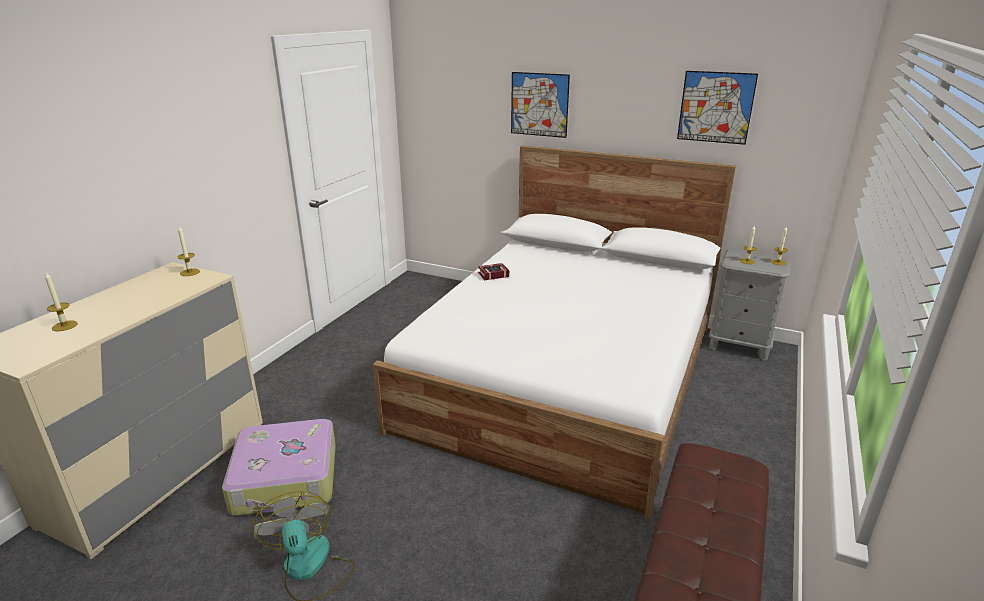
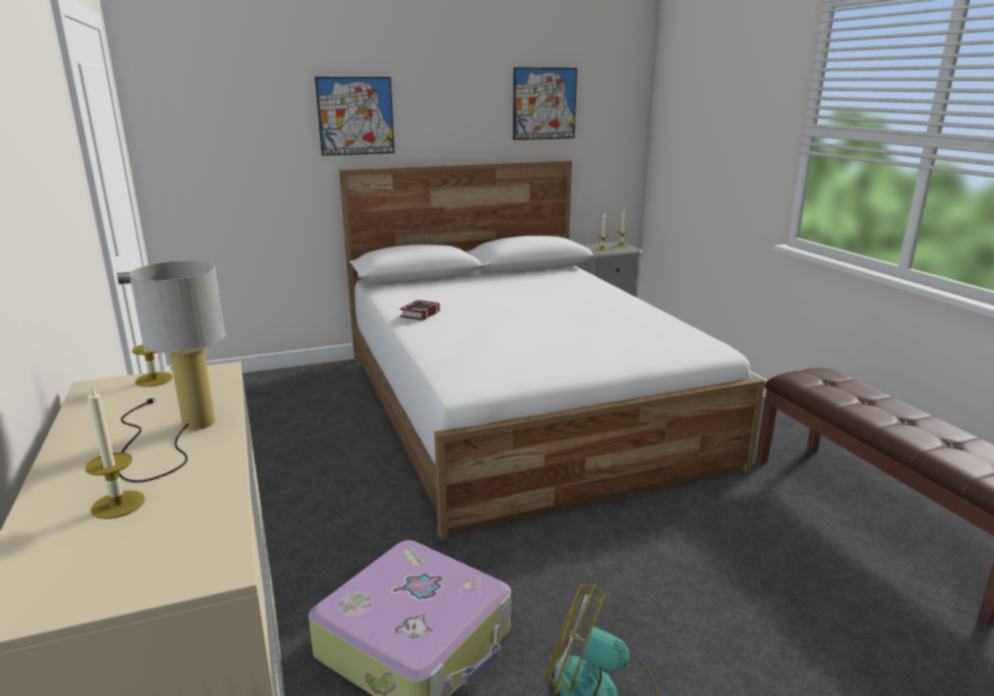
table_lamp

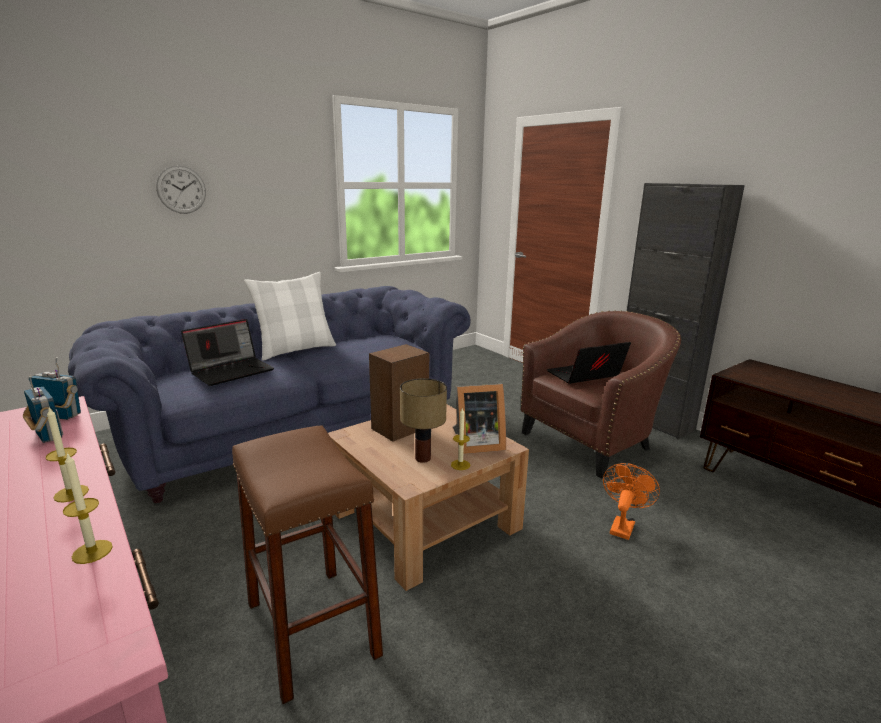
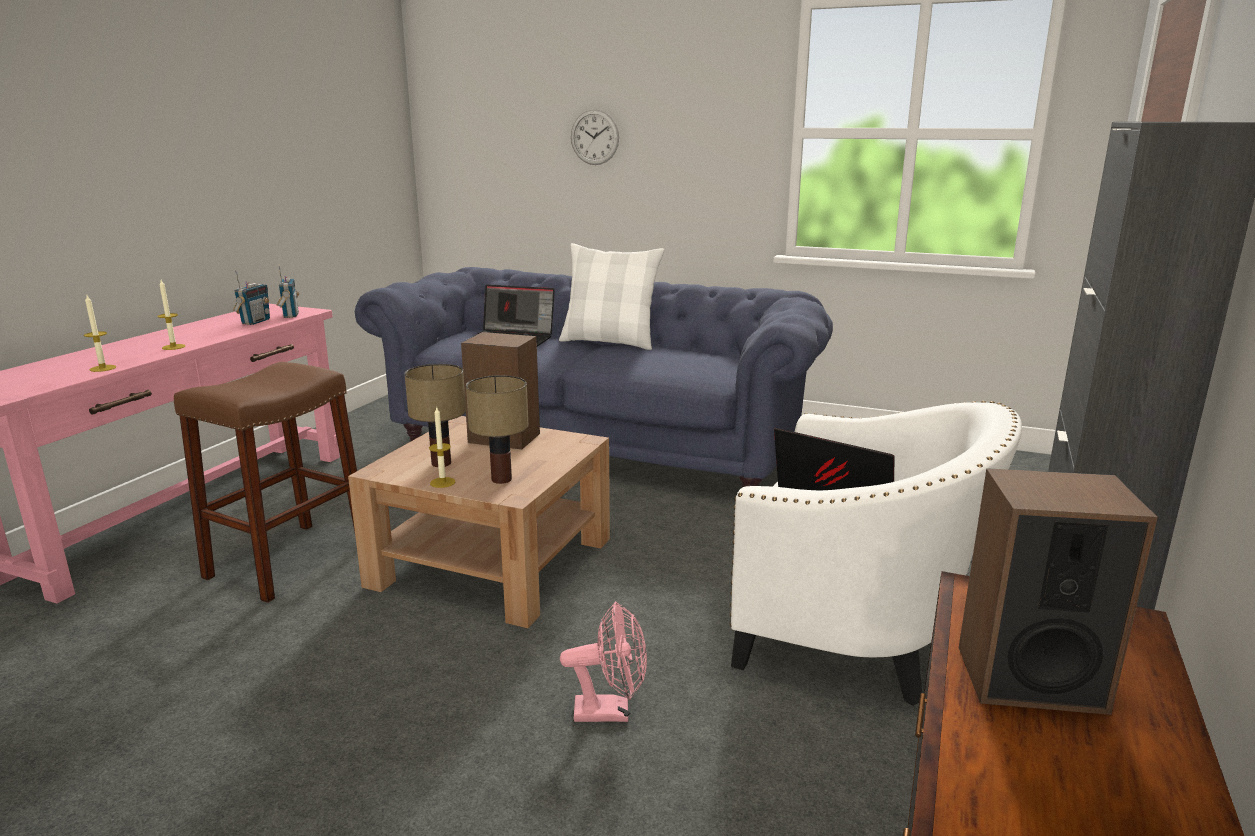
white-coloured_lounge_chair
table_lamp (2nd from left)
pink_cooling_fan
audio_speaker (2nd from left)

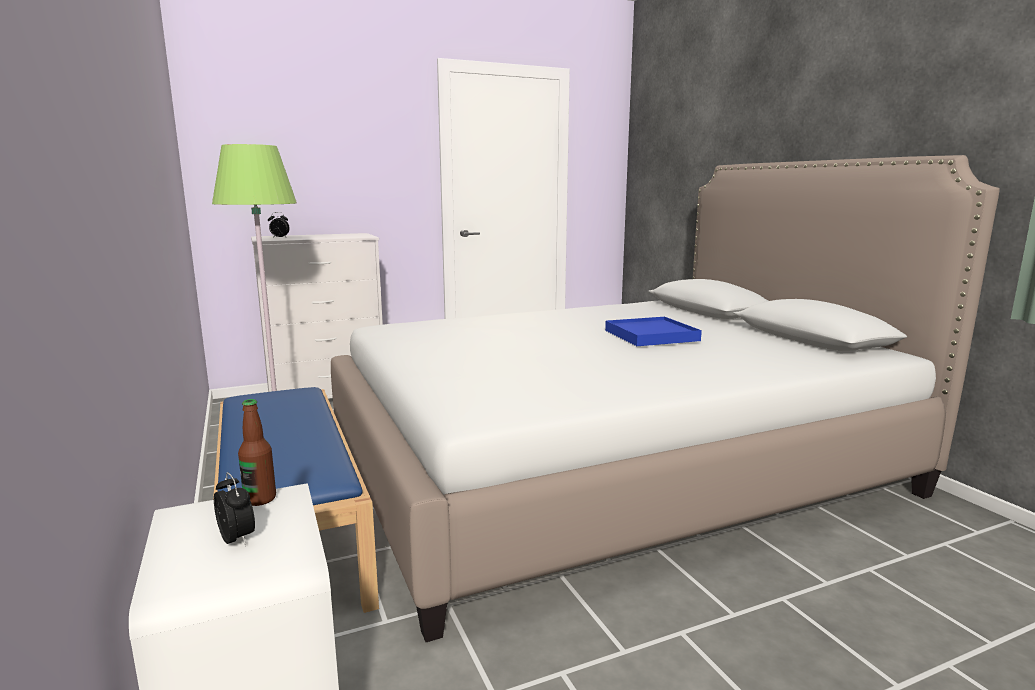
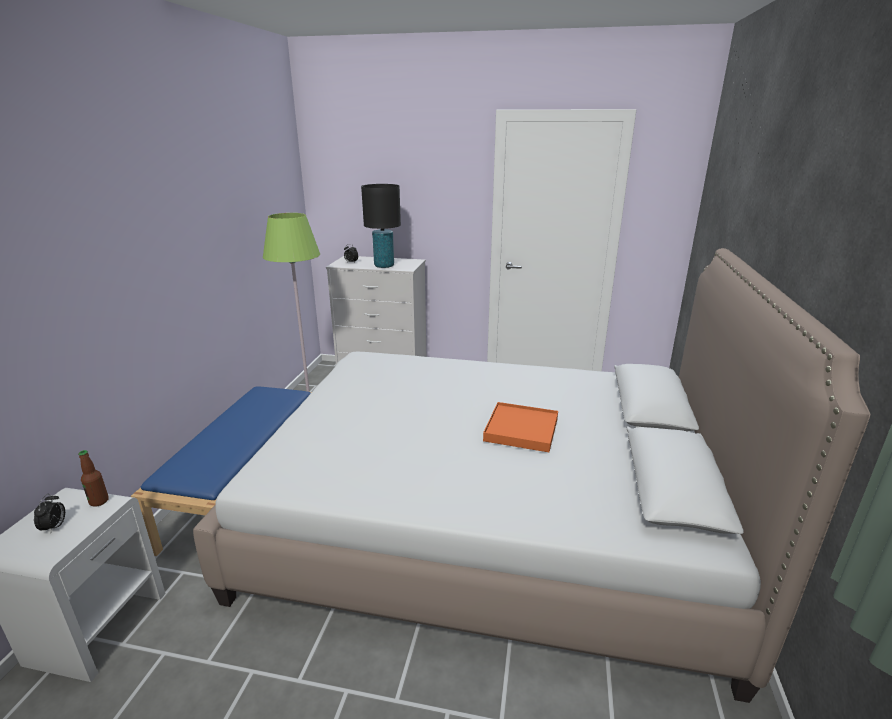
orangey_carrying_tray
black-coloured_table_lamp

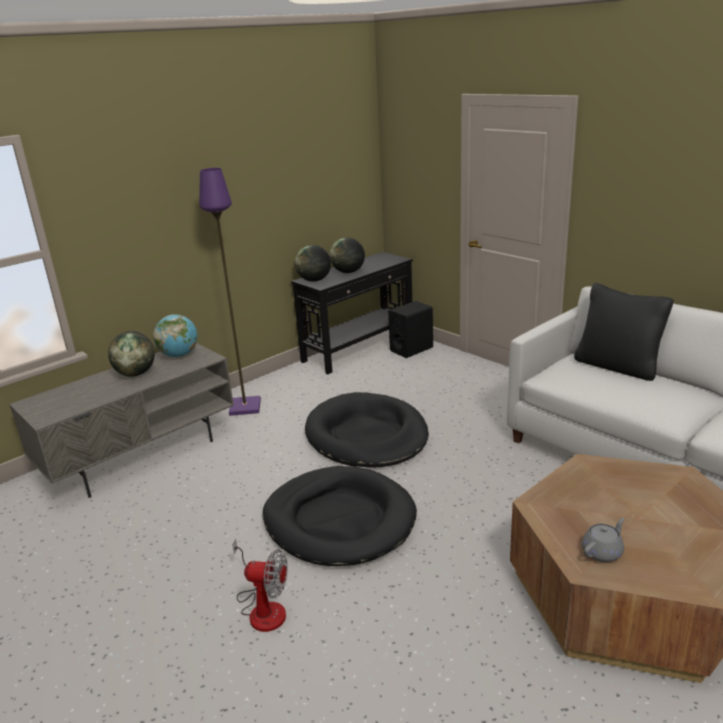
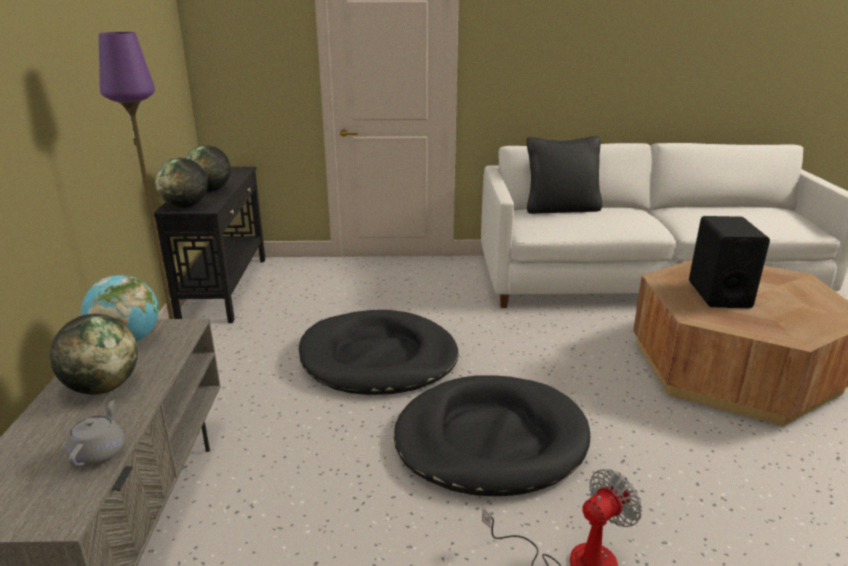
black-coloured_audio_speaker
gray_teapot

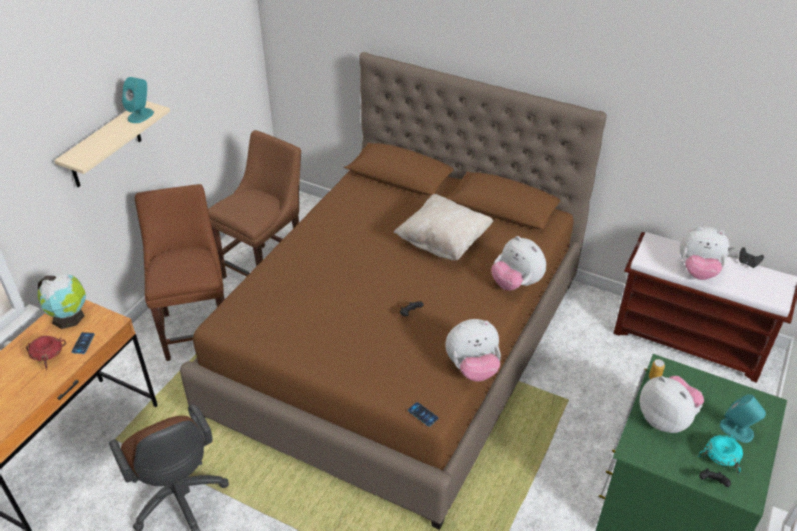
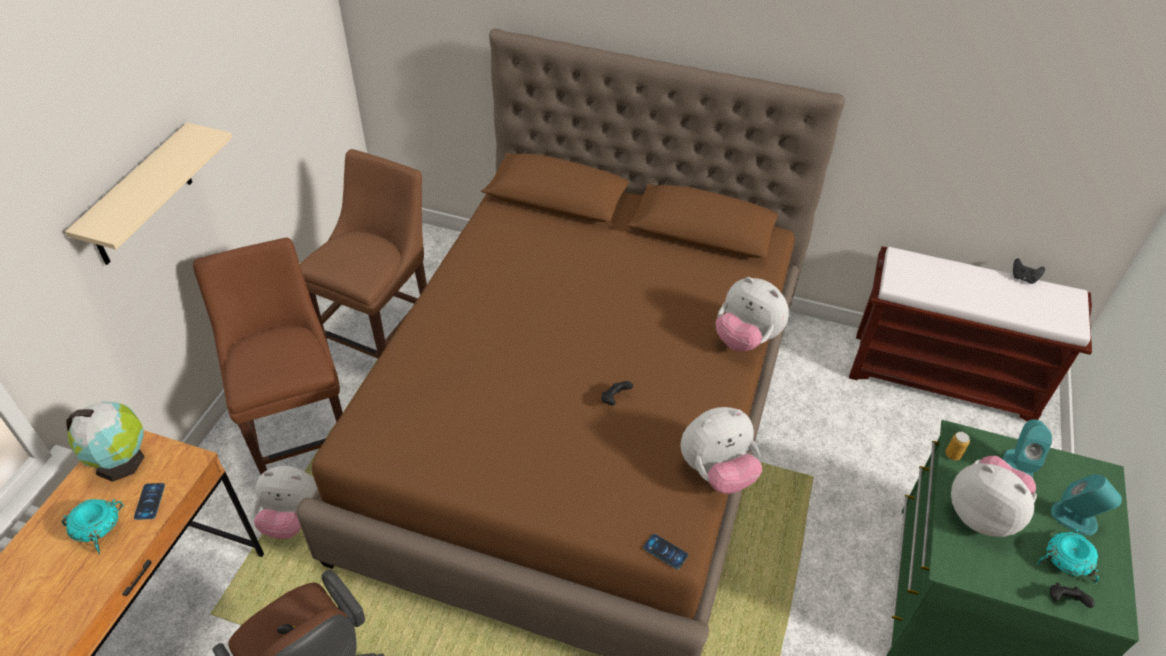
turquoise_audio_speaker (1st from left)
sand-coloured_pillow
soft_toy (1st from left)
turquoise_deep_dish (1st from left)

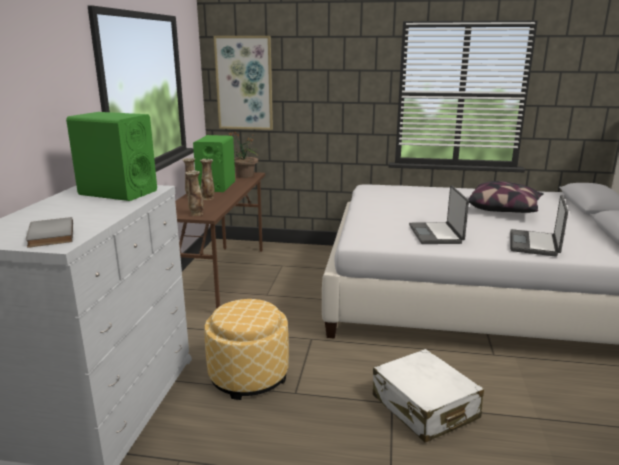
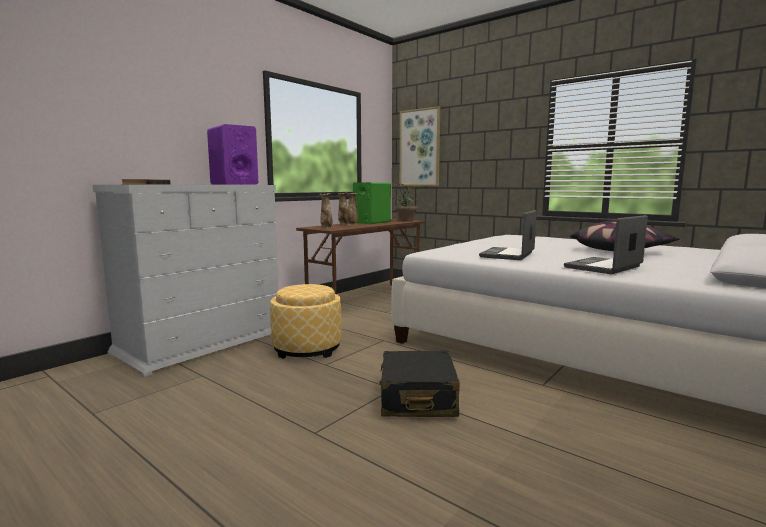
purple-coloured_audio_speaker
black-coloured_suitcase

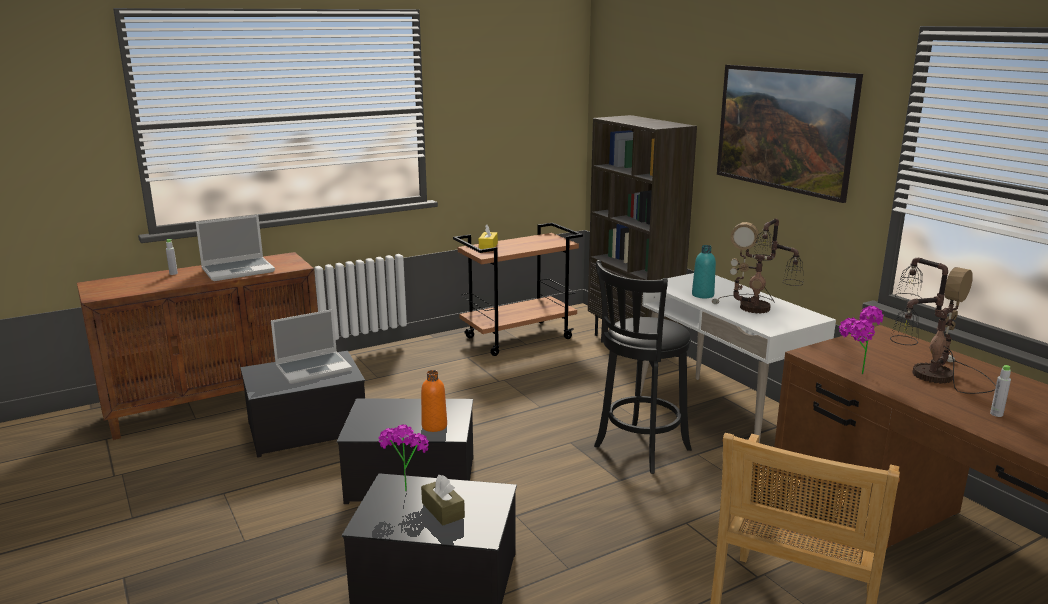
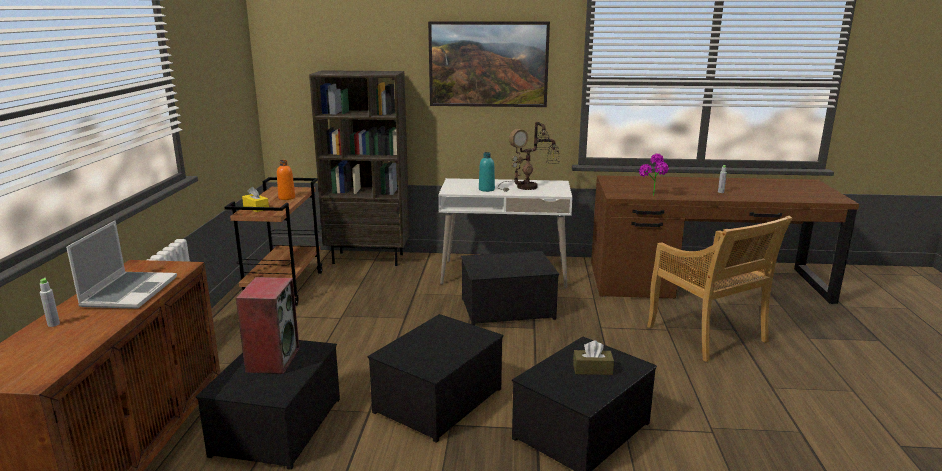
table_lamp (2nd from left in the first image)
storage_container (3rd from left)
audio_speaker
orangey_drink_bottle
potted_plant (1st from left in the first image)

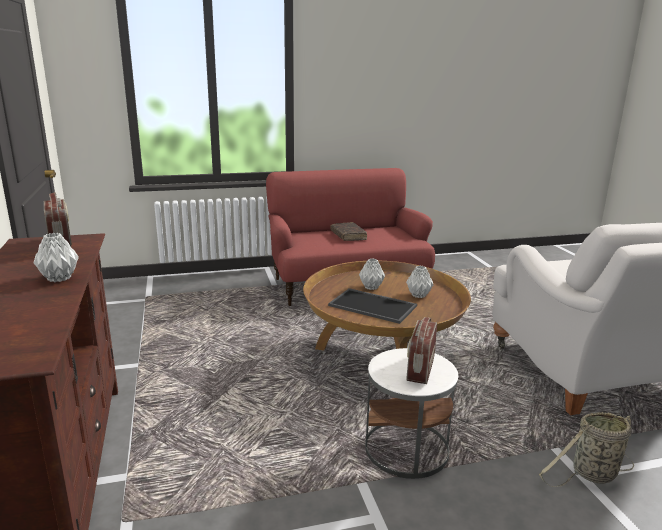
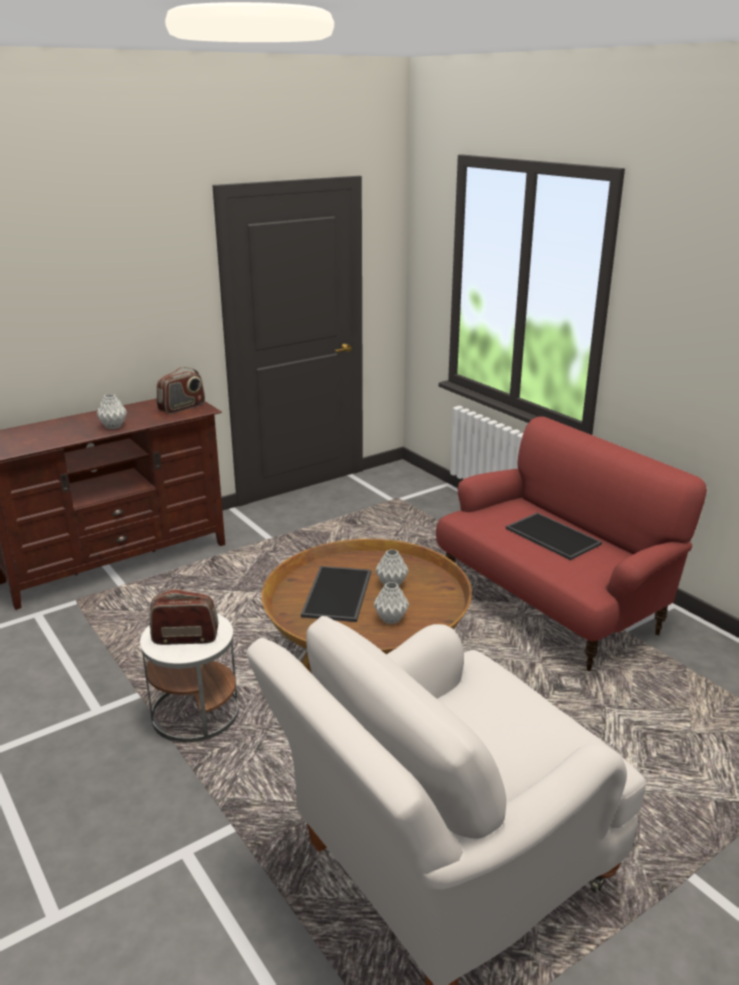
carrying_tray (2nd from left)
storage_basket

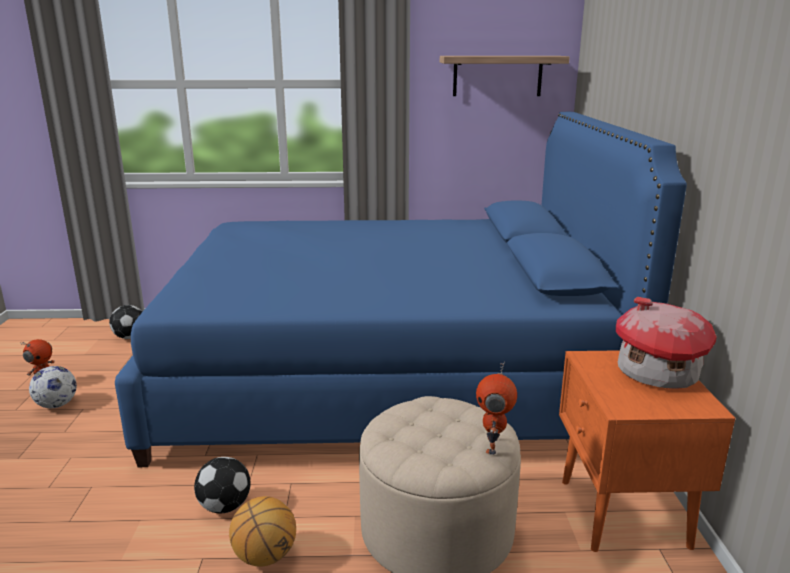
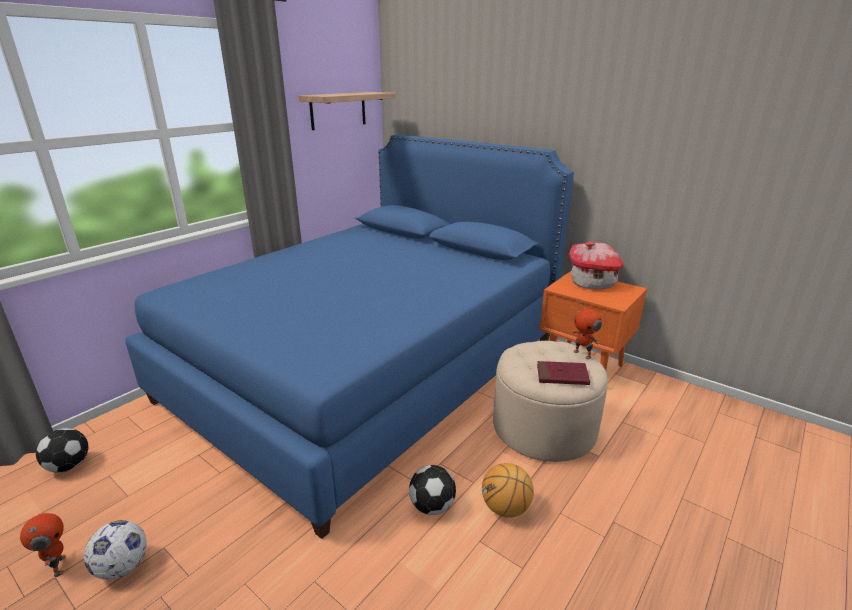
red-coloured_bound_book

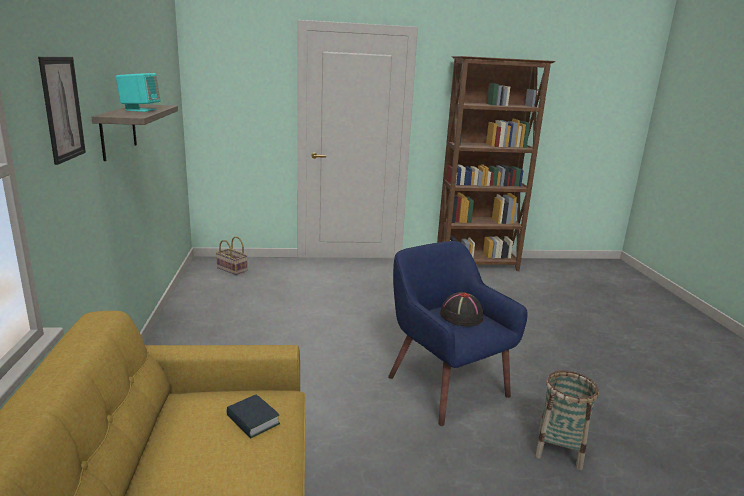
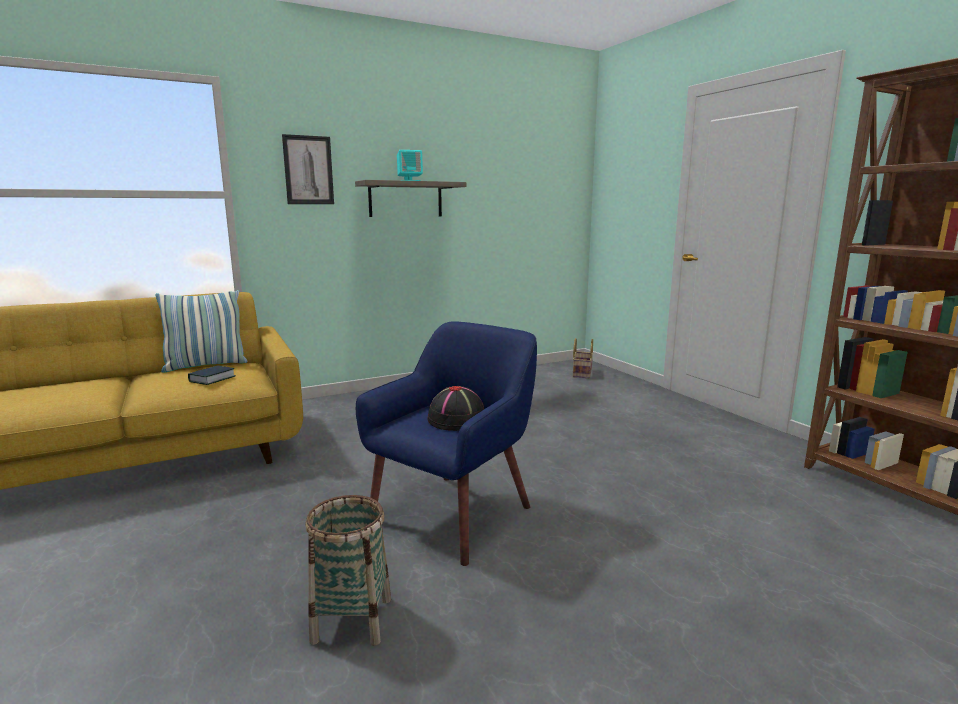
pillow

